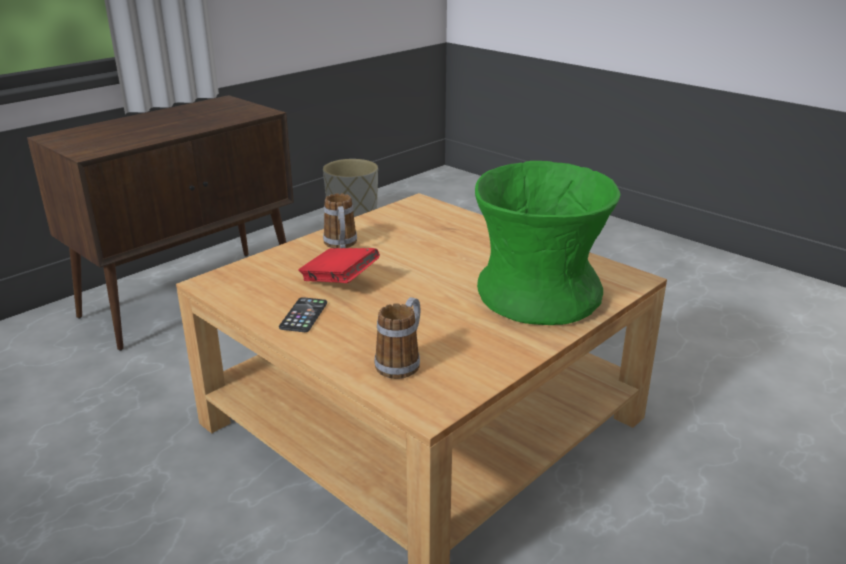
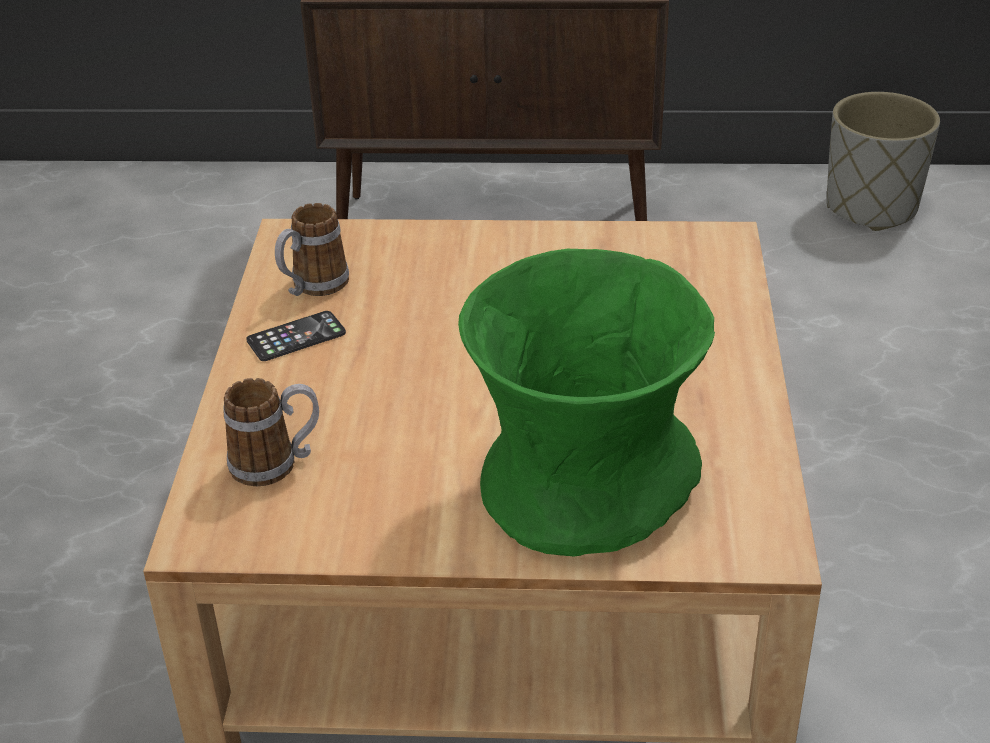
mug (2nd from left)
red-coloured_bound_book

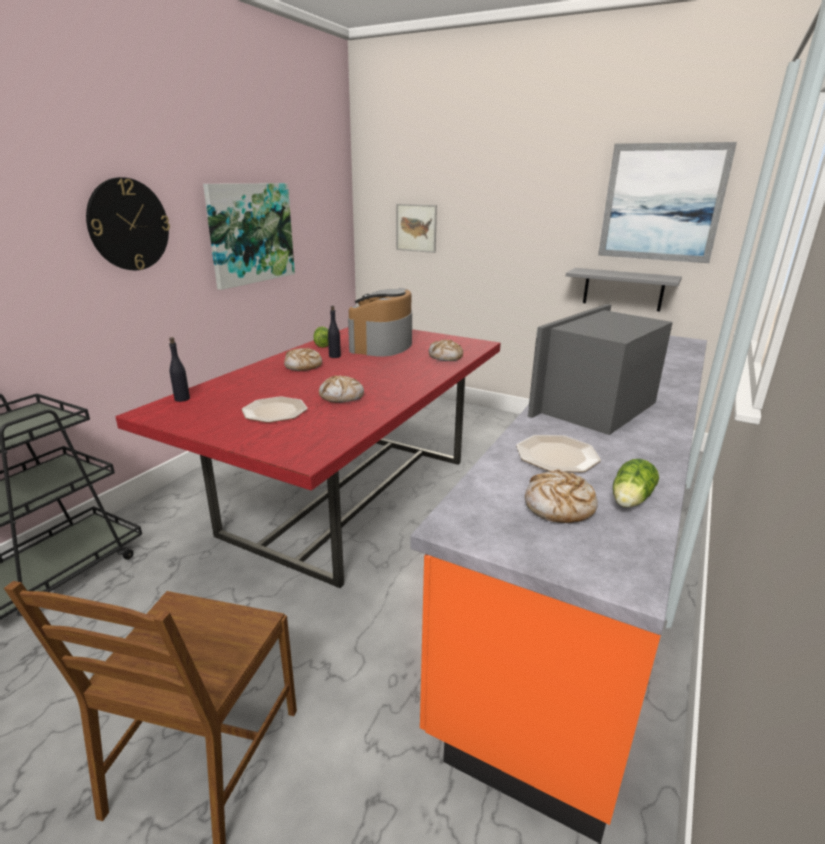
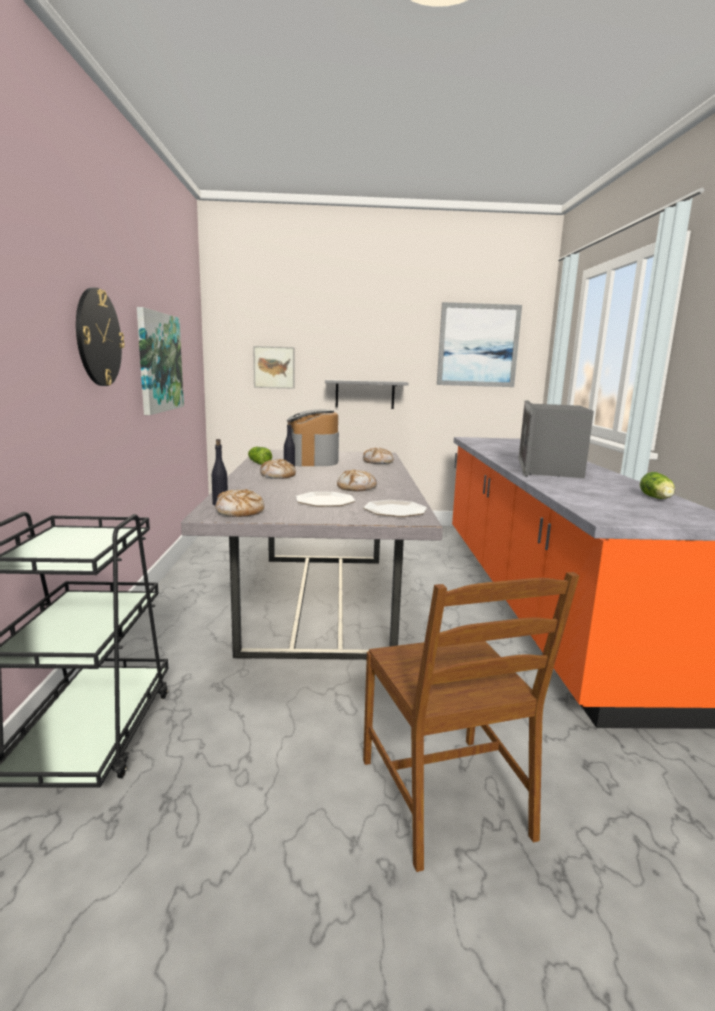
gray_bracket_shelf
gray_kitchen_table
flat_dish (2nd from left)
bakery_bread (1st from left)

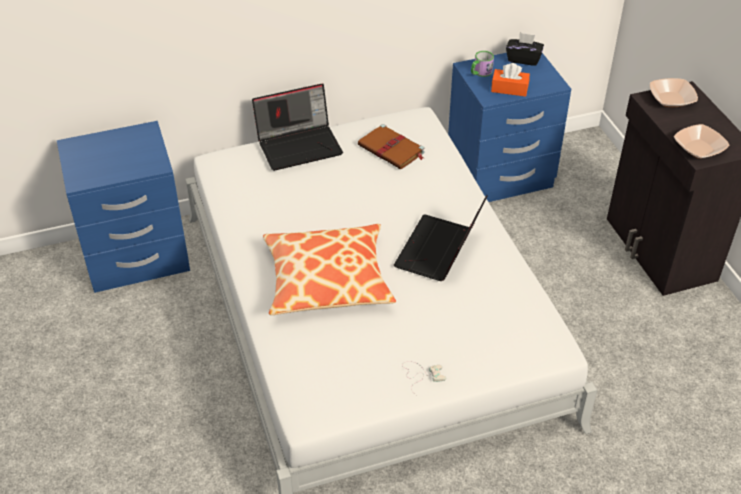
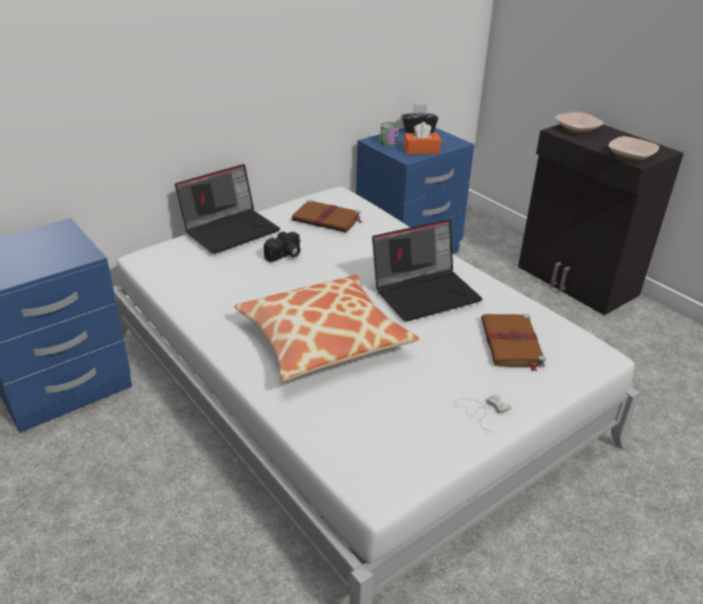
portable_computer (2nd from left)
still_camera
brownish_bound_book (2nd from left)

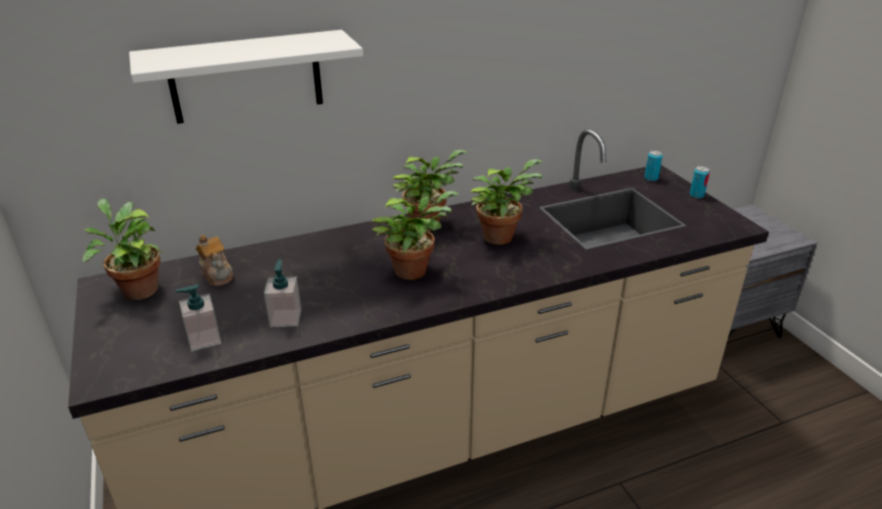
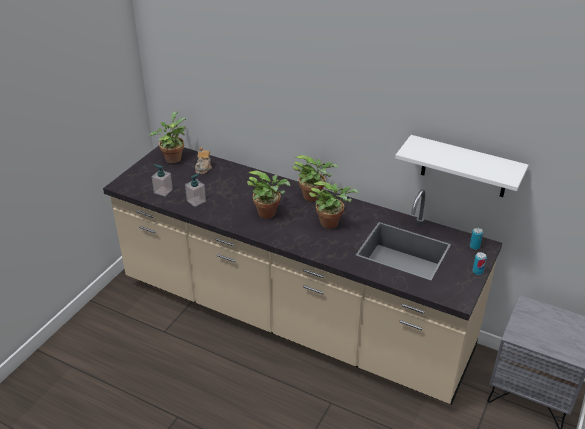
white-coloured_bracket_shelf

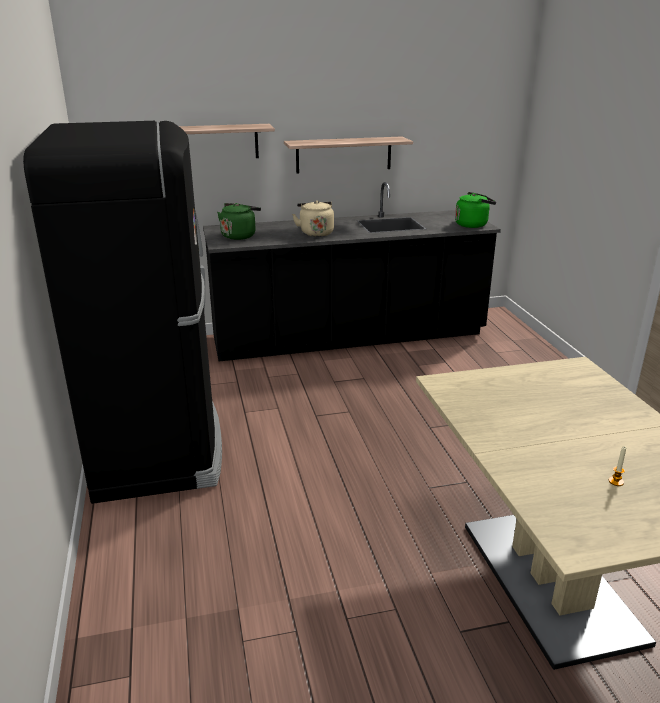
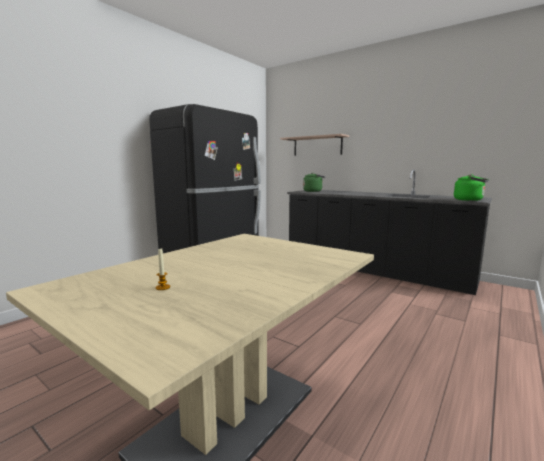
bracket_shelf (2nd from left in the first image)
sand-coloured_kettle

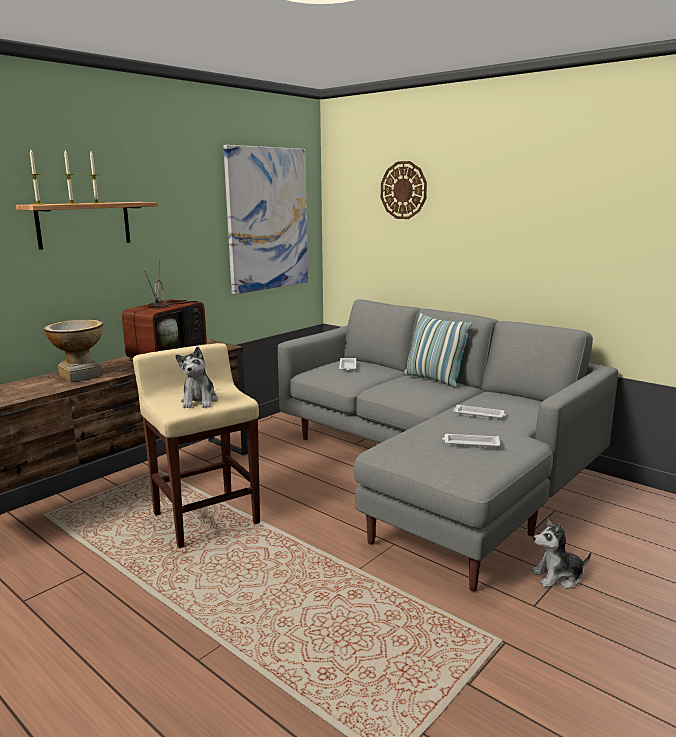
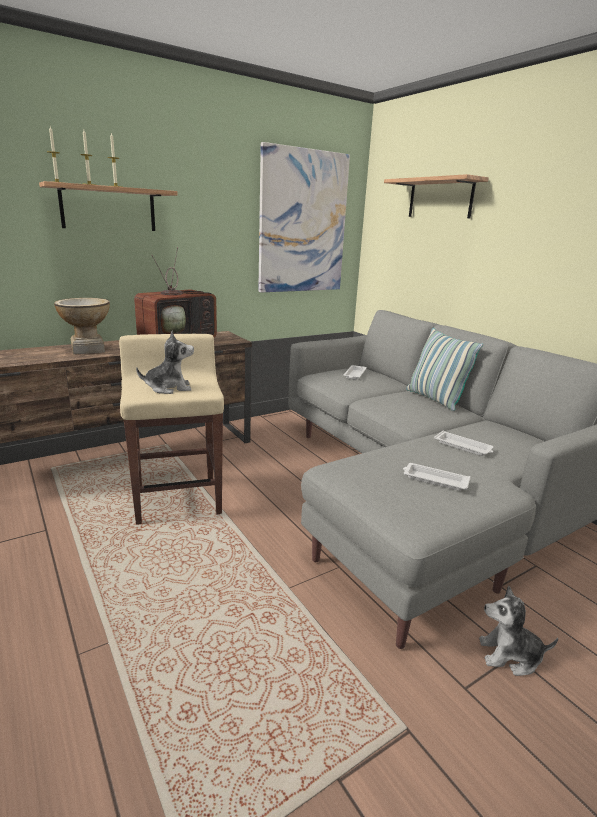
bracket_shelf (2nd from left)
soft_toy (1st from left)

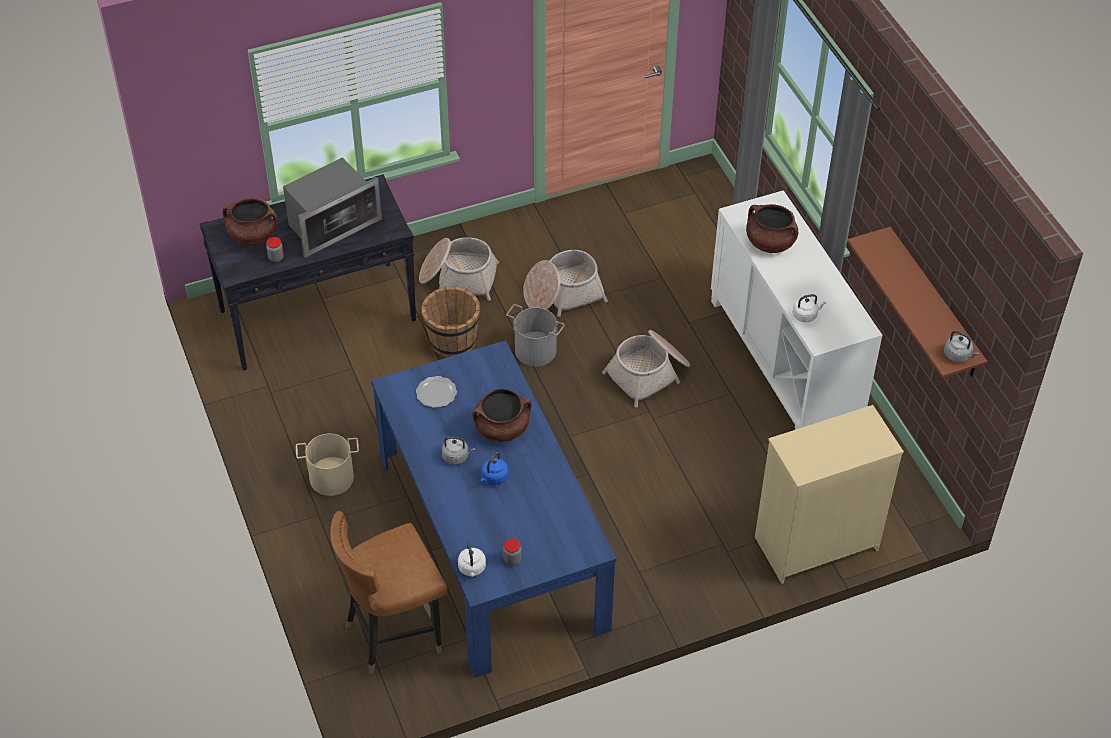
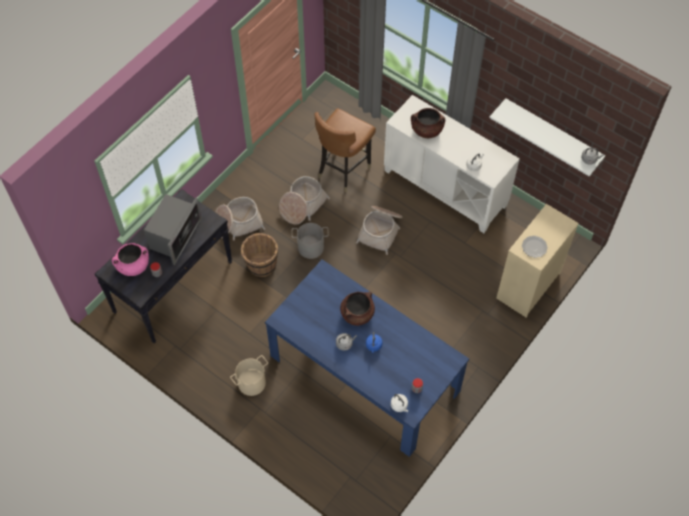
pink_stockpot
white-coloured_bracket_shelf
flat_dish
brownish_chair

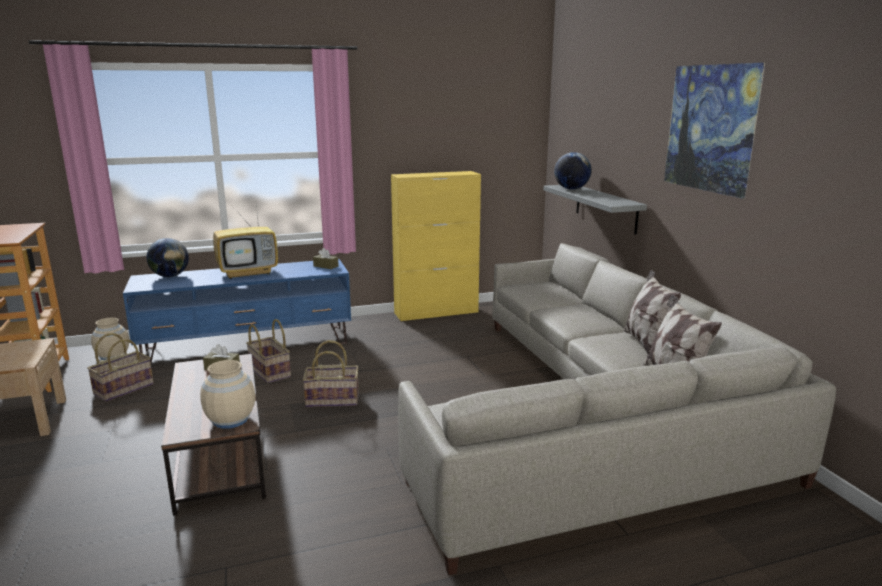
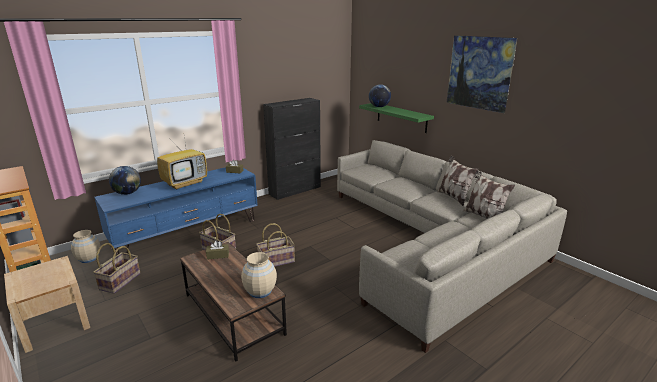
black-coloured_storage_cabinet
green_bracket_shelf

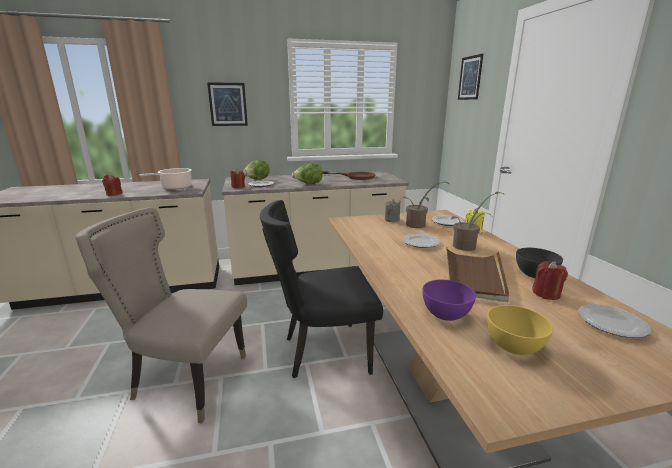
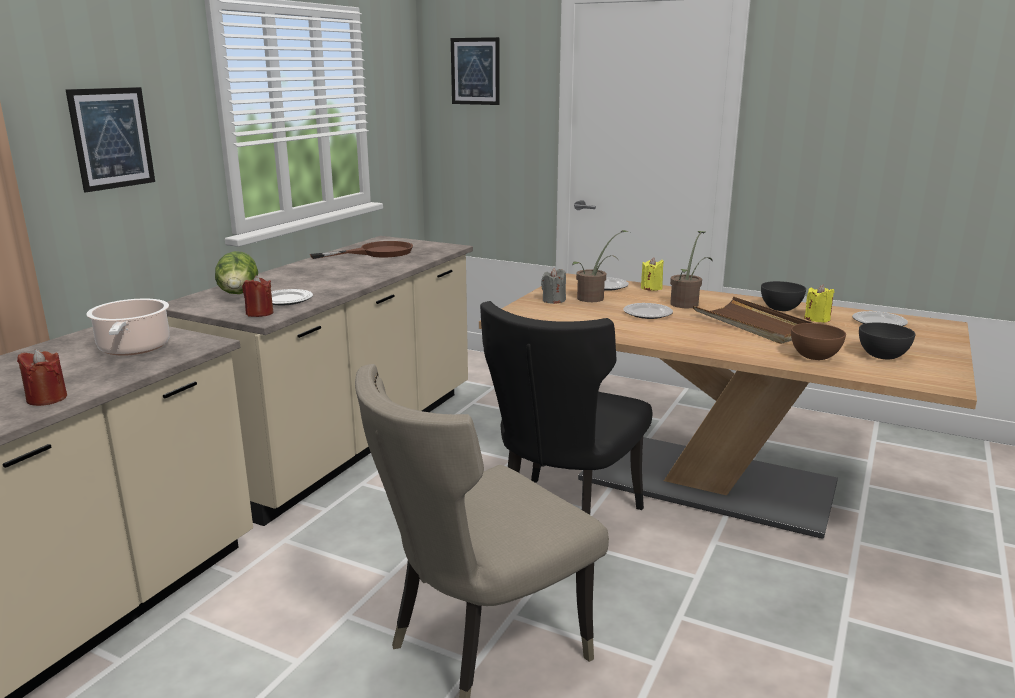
lettuce (2nd from left in the first image)
yellow_wax_light (2nd from left)
brownish_deep_dish
gray_deep_dish (2nd from left)

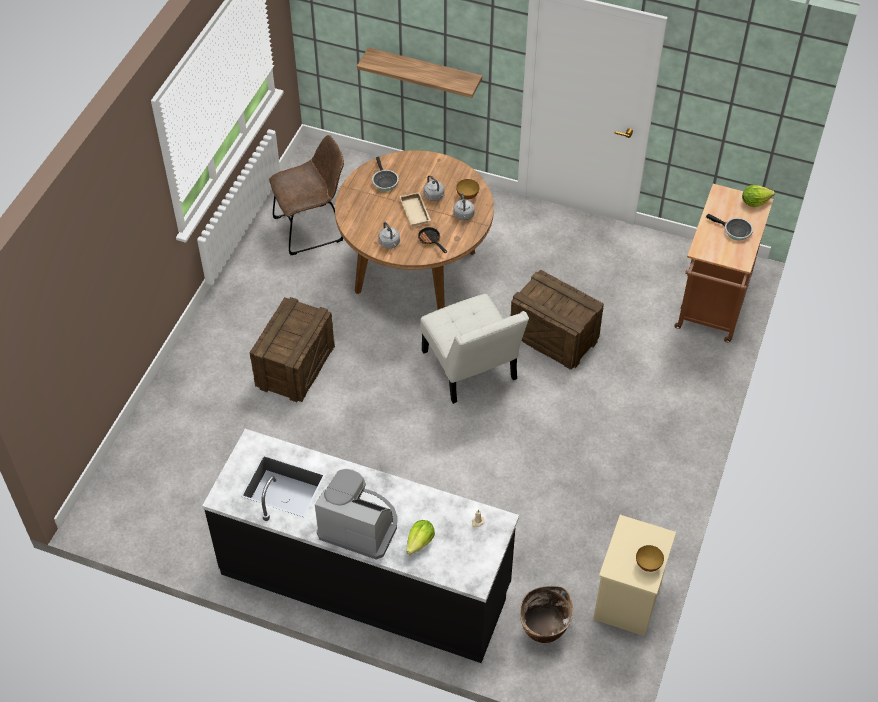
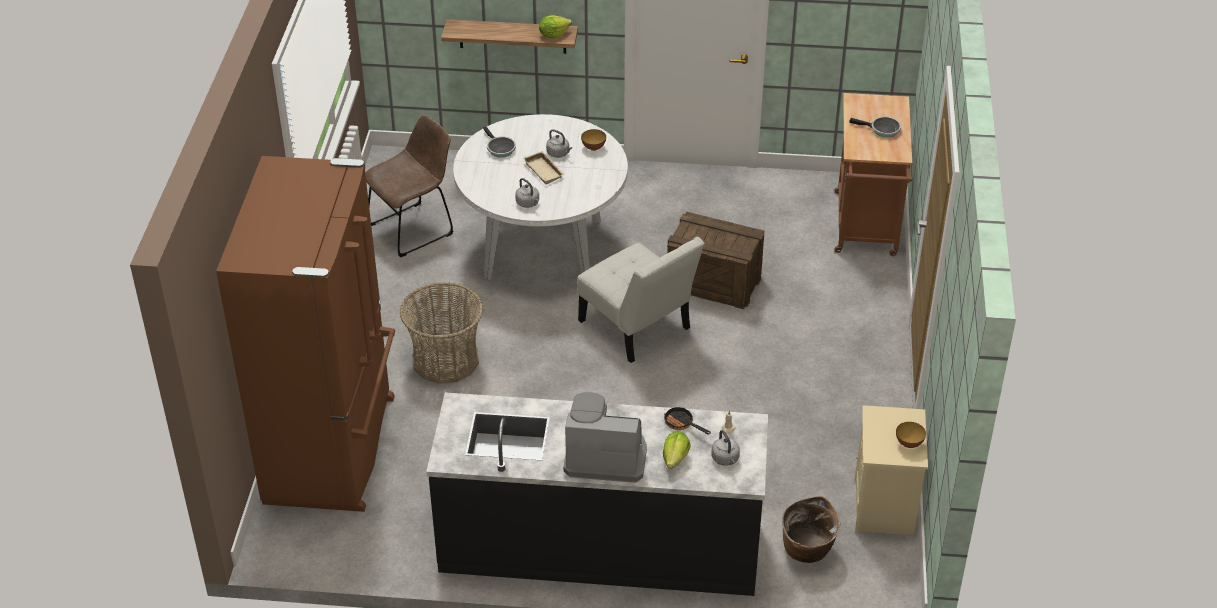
white-coloured_kitchen_table
lettuce (1st from left)
gray_kettle (3rd from left)
frying_pan (2nd from left)
storage_basket (1st from left)
brownish_fridge

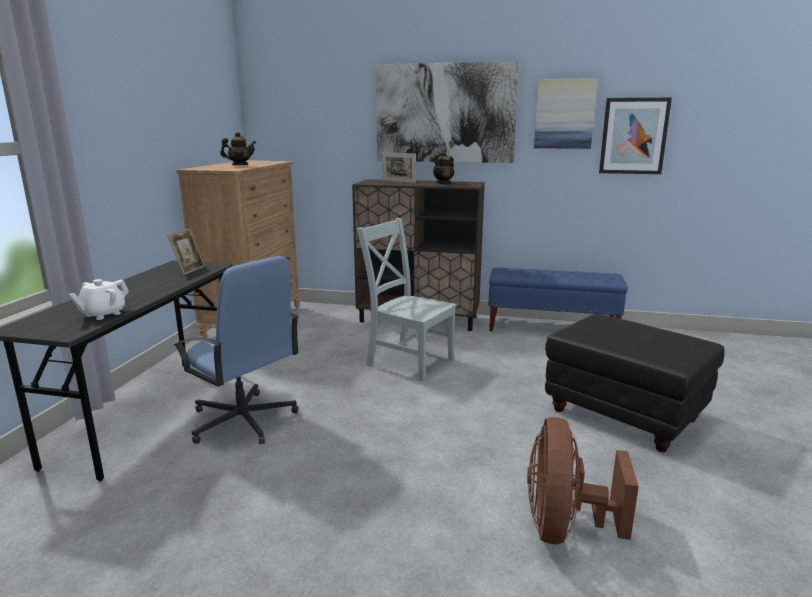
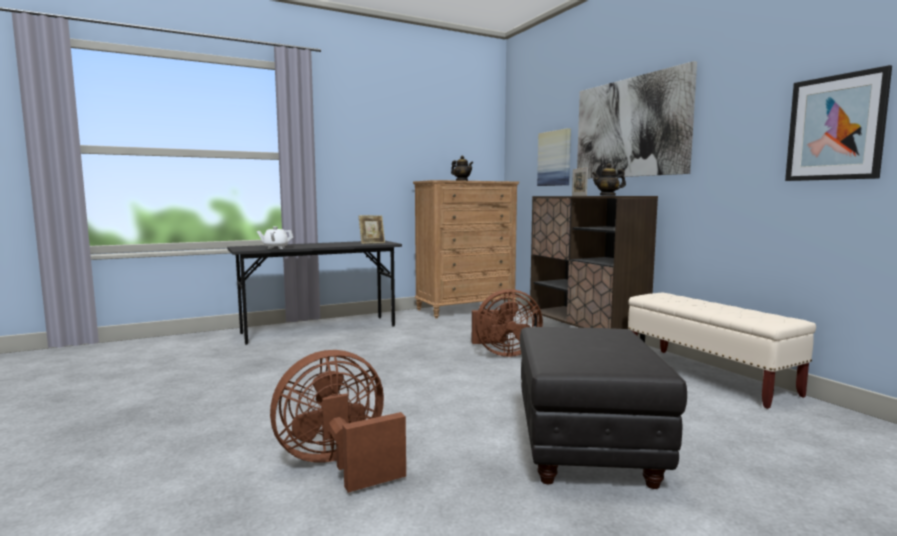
wall_picture (1st from left)
brownish_cooling_fan (2nd from left)
bluish_computer_chair
sand-coloured_indoor_bench

